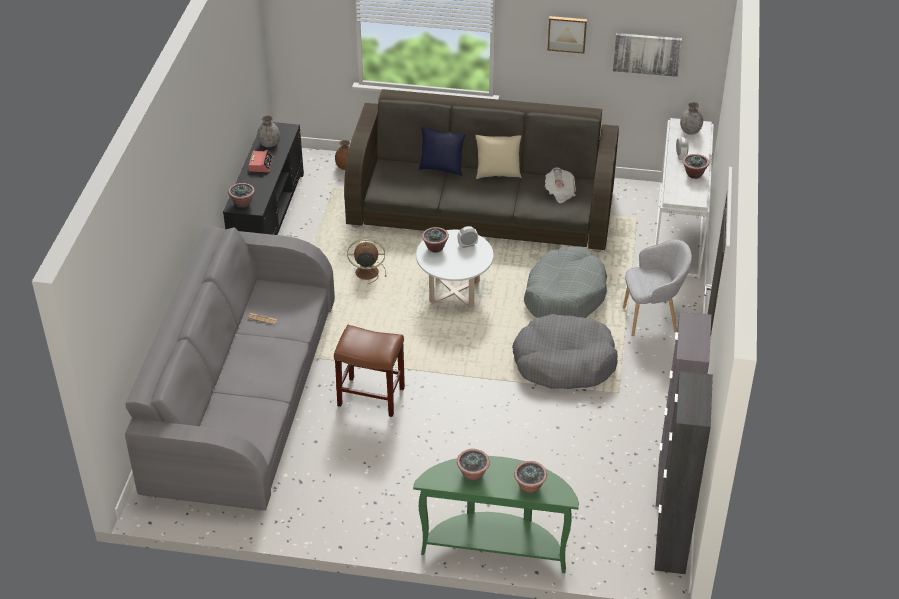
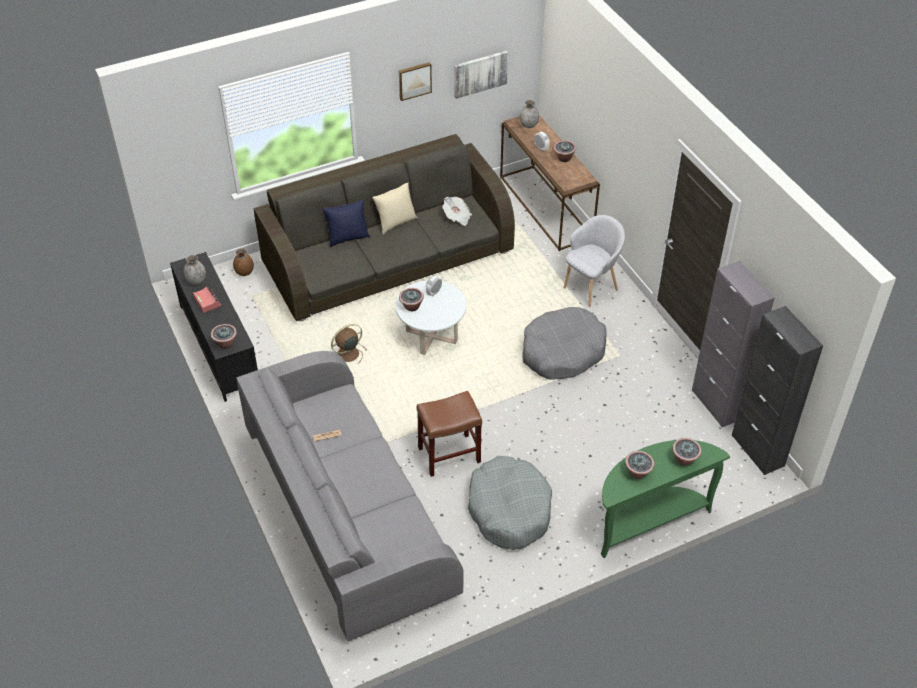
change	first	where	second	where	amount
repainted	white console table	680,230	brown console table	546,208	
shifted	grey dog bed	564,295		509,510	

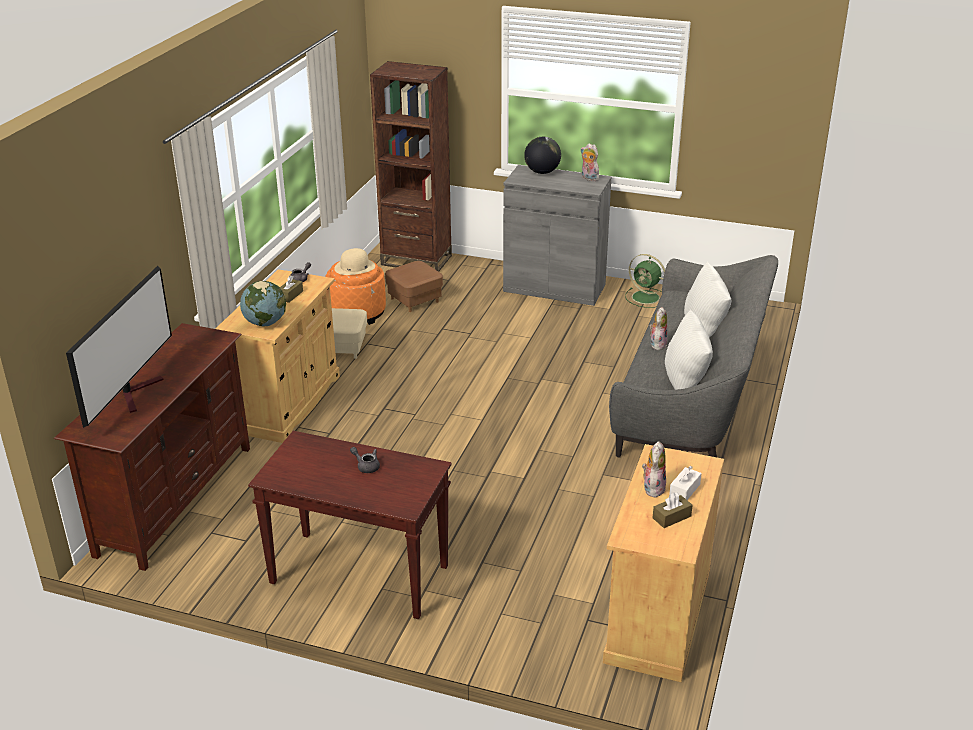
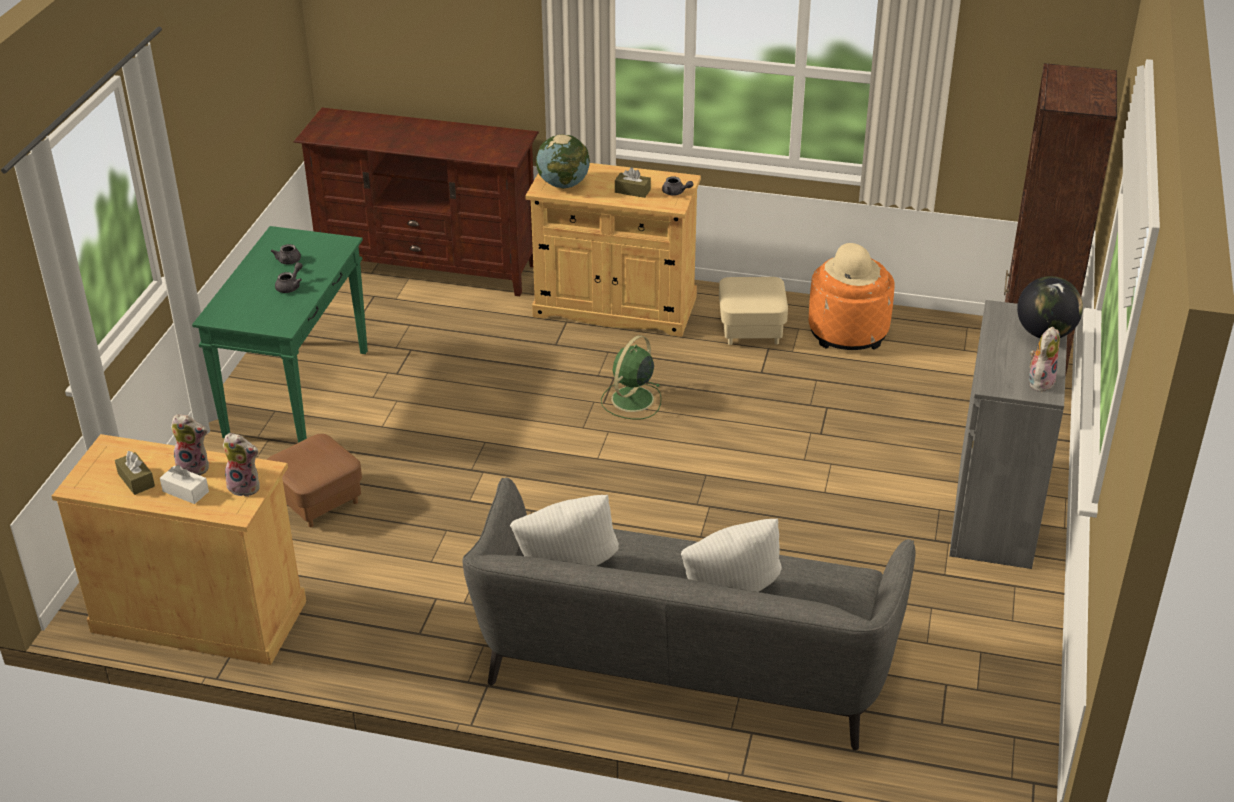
change	first	where	second	where	amount
shifted	green fan	647,298		631,400	
shifted	brown ottoman	414,300		318,501	
gone	television	137,392			
shifted	plush toy	657,344		246,486	
repainted	brown console table	357,575	green console table	297,393	
new			grey teapot	288,262	

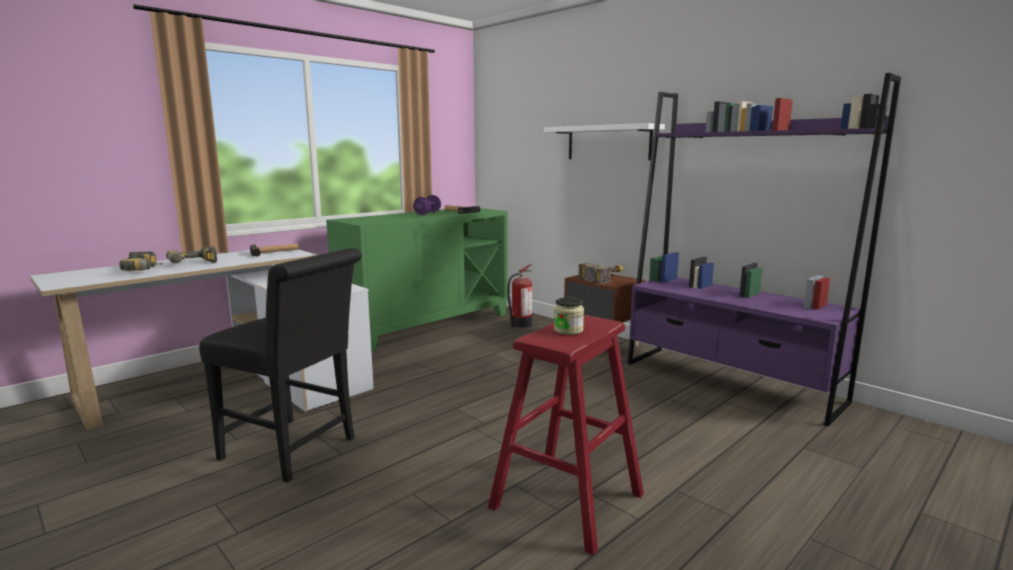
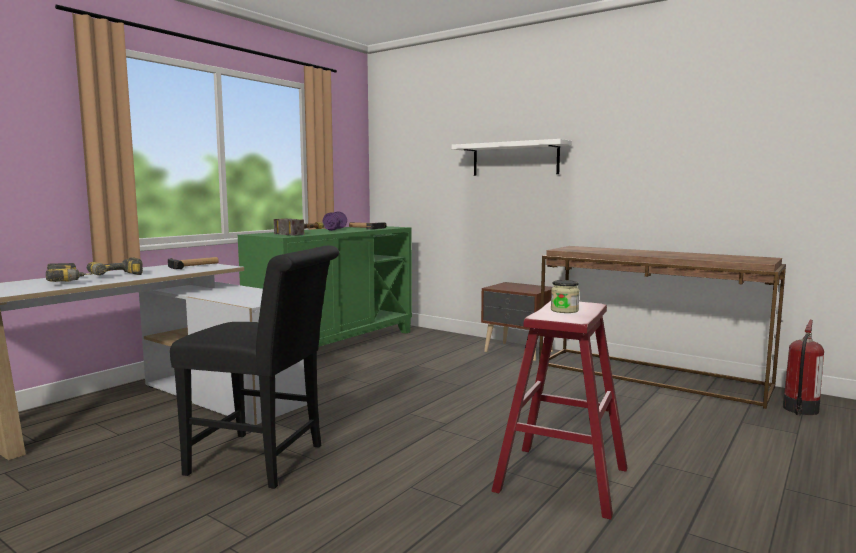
change	first	where	second	where	amount
swapped	purple bookcase	730,382	brown console table	651,376	
shifted	hammer	606,278		304,233	
shifted	fire extinguisher	520,324		800,410	

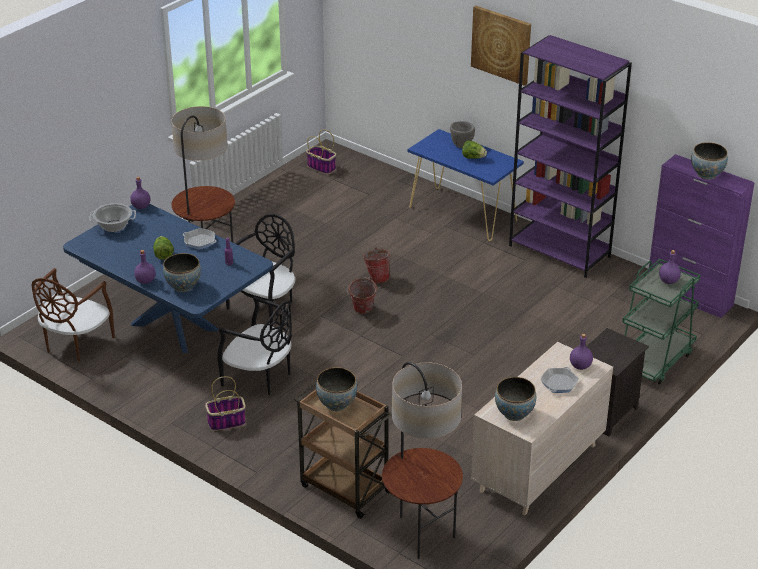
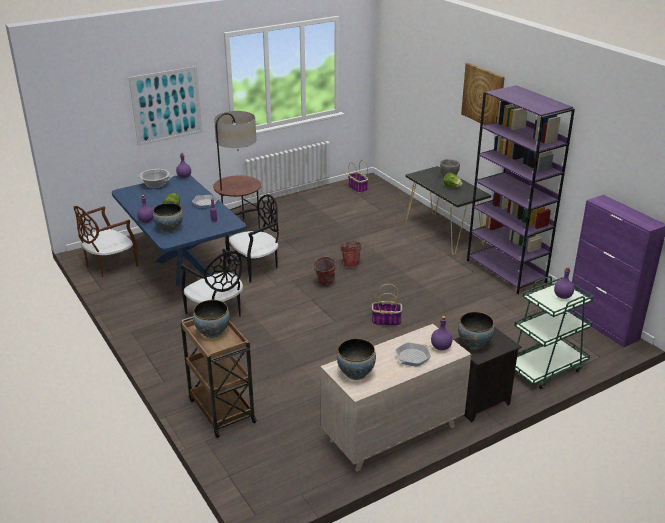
change	first	where	second	where	amount
repainted	blue console table	463,214	black console table	443,233	
shifted	bowl	706,174		474,343	
gone	floor lamp	421,534			
shifted	basket	226,422		385,321	
new			picture	166,105	

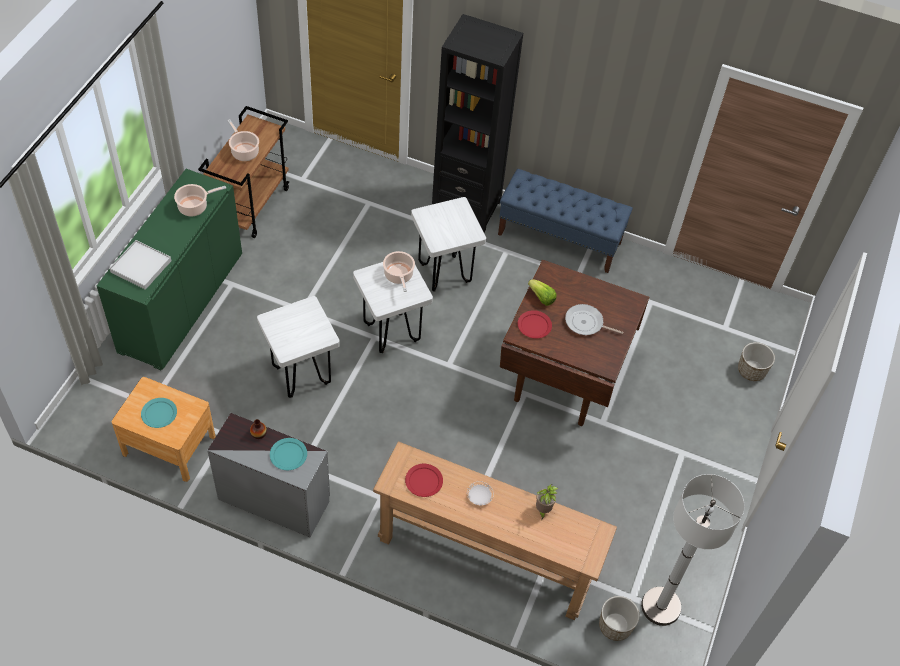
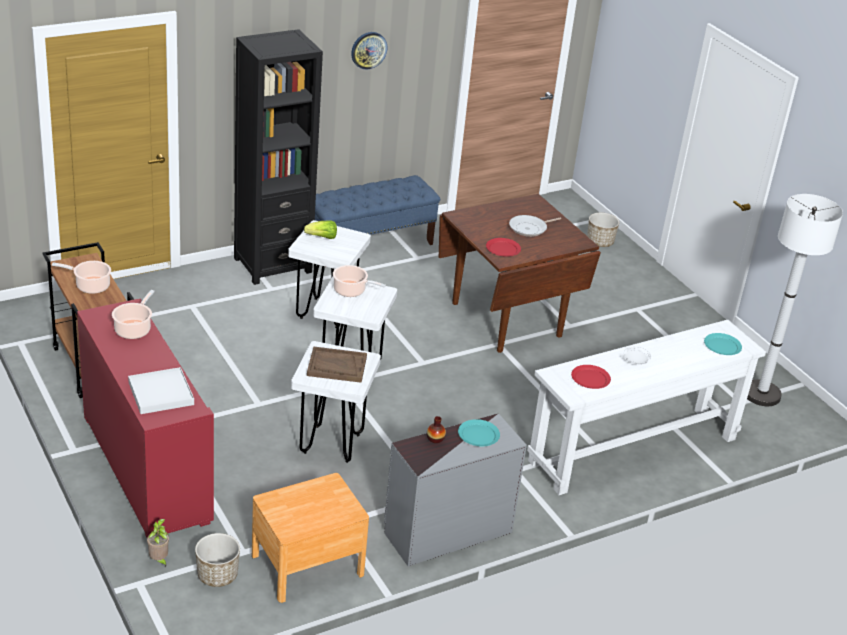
change	first	where	second	where	amount
repainted	green cabinet	181,302	red cabinet	146,468	
shifted	lettuce	541,298		322,237	
shifted	turquoise plate	159,414		722,346	
repainted	brown console table	485,557	white console table	633,449	
shifted	potted plant	542,510		159,560	
shifted	planter	615,625		217,575	
new			wall clock	368,50	
new			brown tray	336,366	

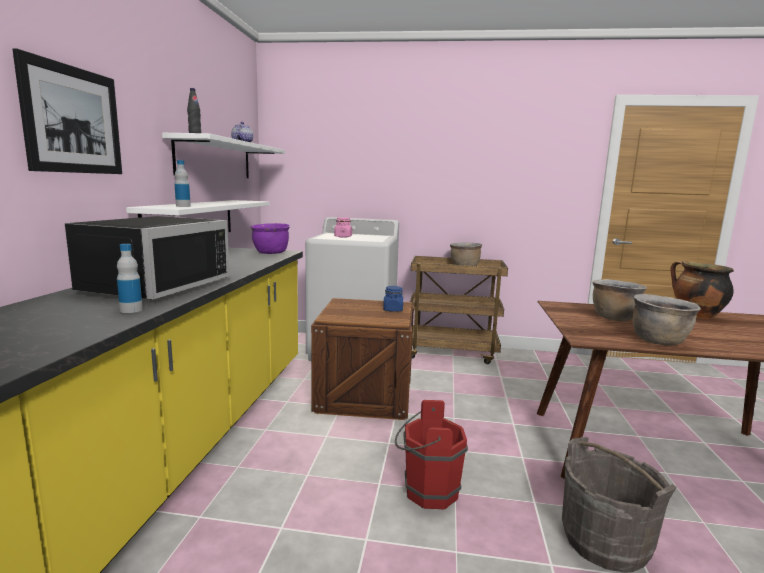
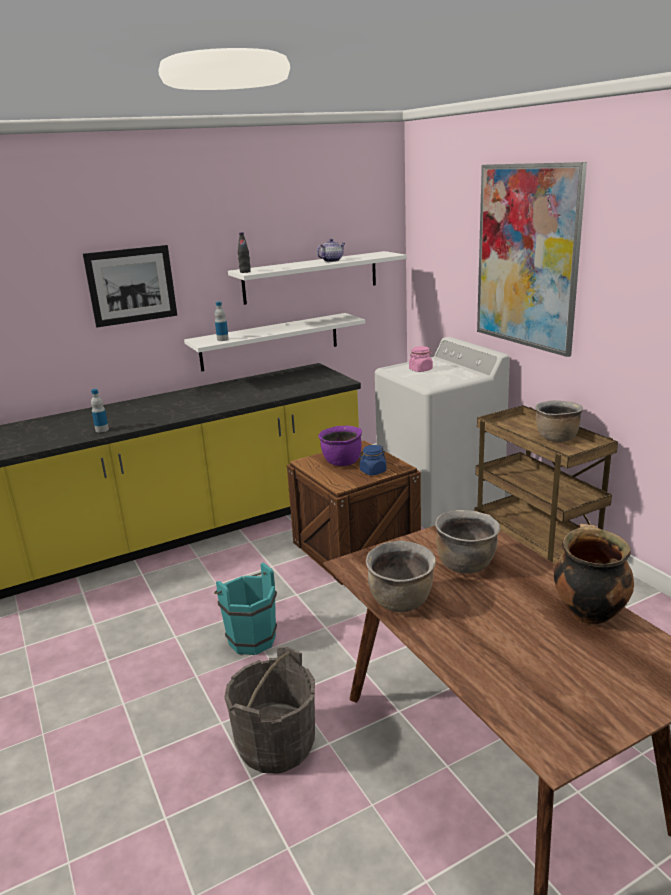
change	first	where	second	where	amount
gone	black microwave	150,286			
shifted	purple cooking pot	271,253		342,462	
repainted	red bucket	426,491	turquoise bucket	250,637	
new			picture	526,257	

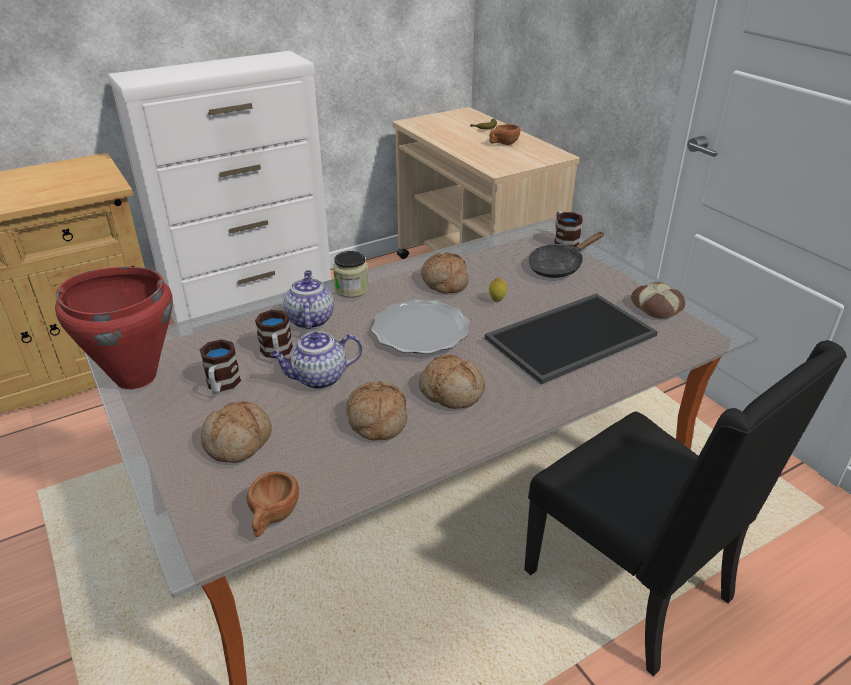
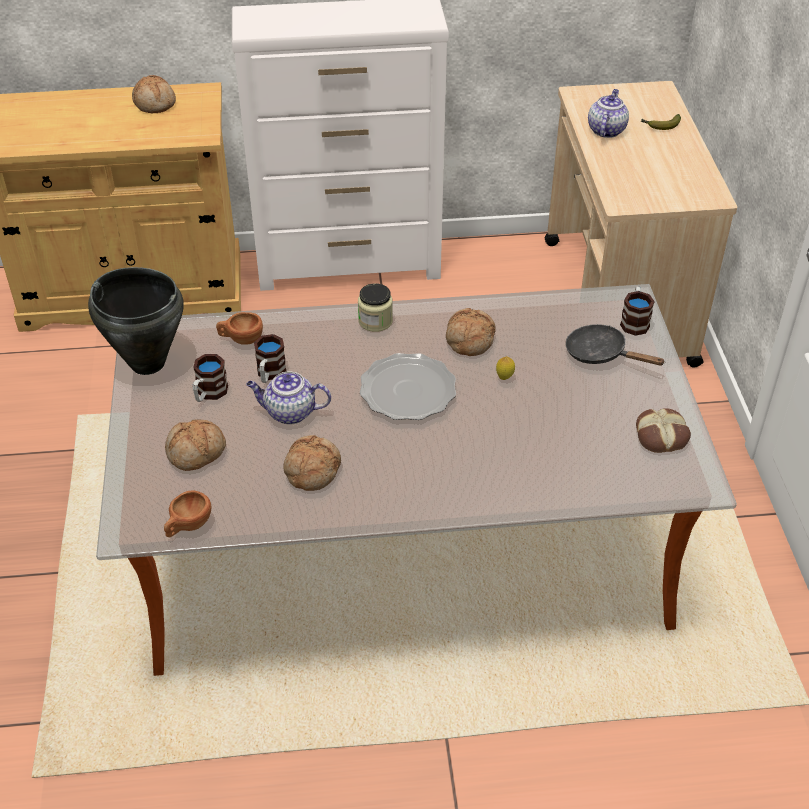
change	first	where	second	where	amount
shifted	brown cup	503,144		241,339	
rotated	black frying pan	559,266		601,354	45 degrees clockwise
repainted	red cooking pot	135,377	black cooking pot	147,362	
shifted	teapot	309,319		606,130	
gone	tray	570,335			
gone	black chair	633,586			
shifted	bread	452,391		155,103	

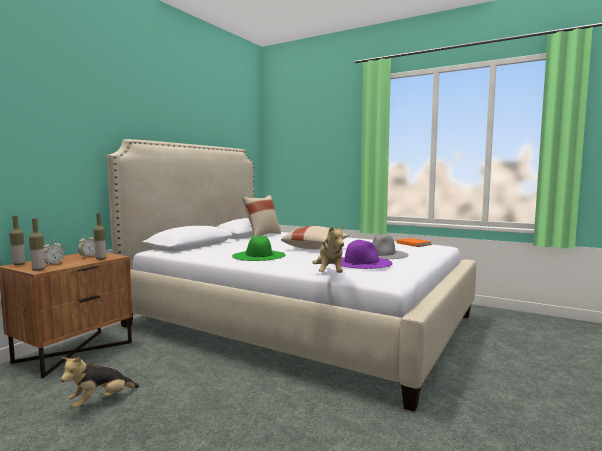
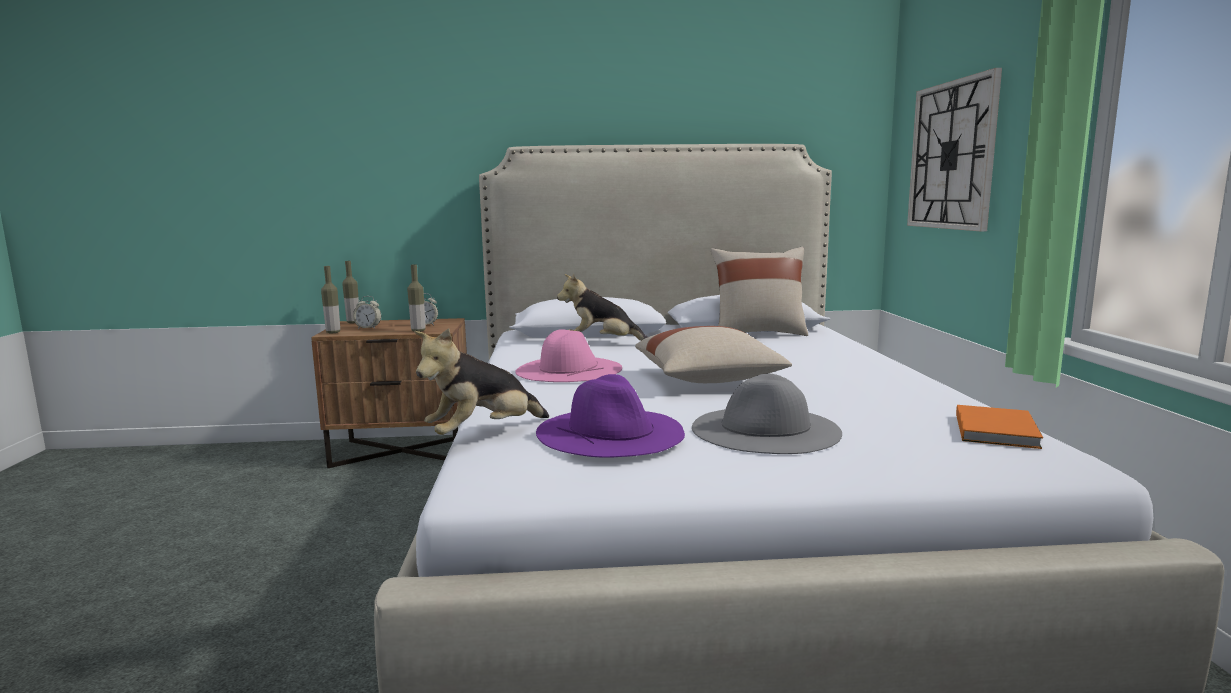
change	first	where	second	where	amount
repainted	green hat	258,255	pink hat	569,369	
shifted	plush toy	100,402		603,343	
new			wall clock	952,155	

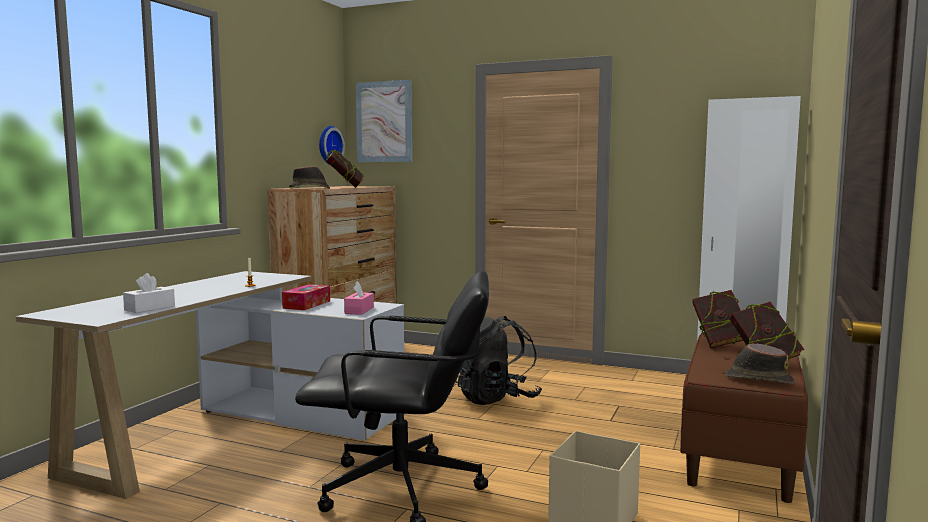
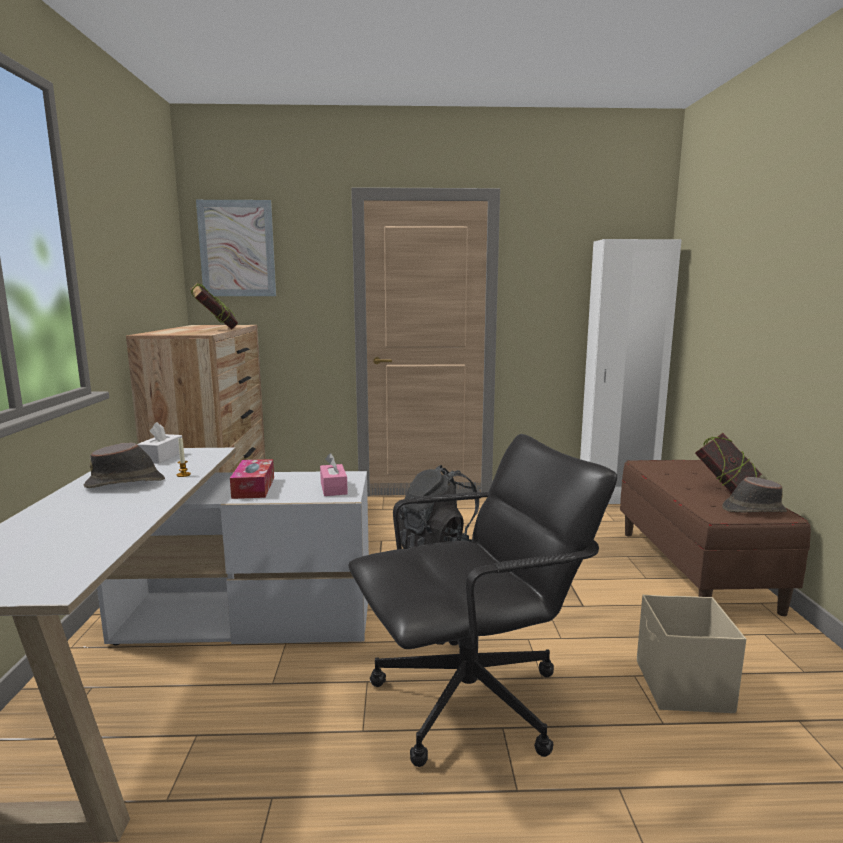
change	first	where	second	where	amount
gone	wall clock	328,145			
shifted	brown hat	310,188		126,483	
shifted	white tissue box	150,308		161,457	
gone	book	719,344			

